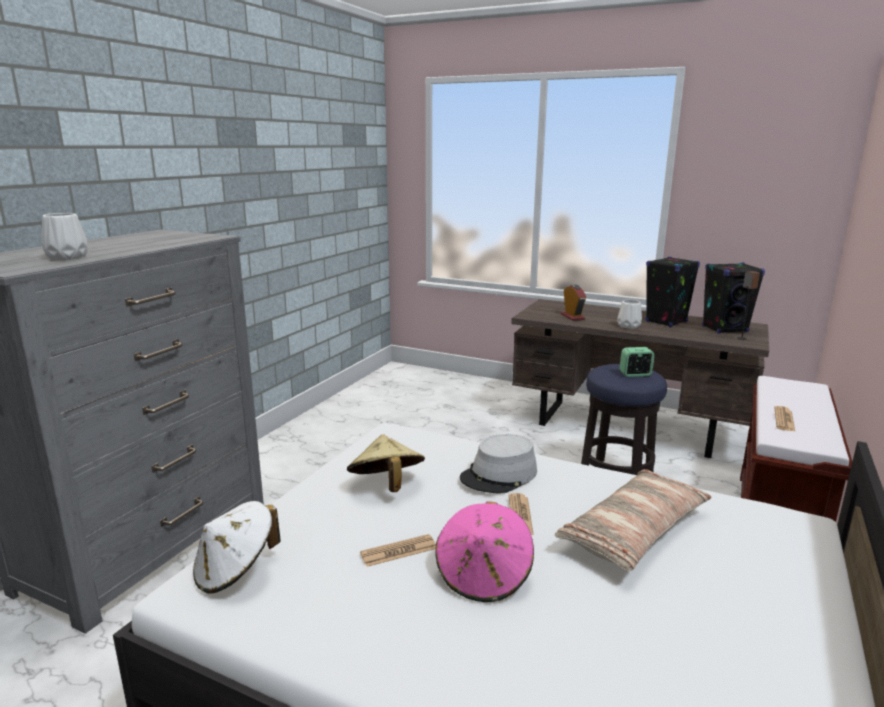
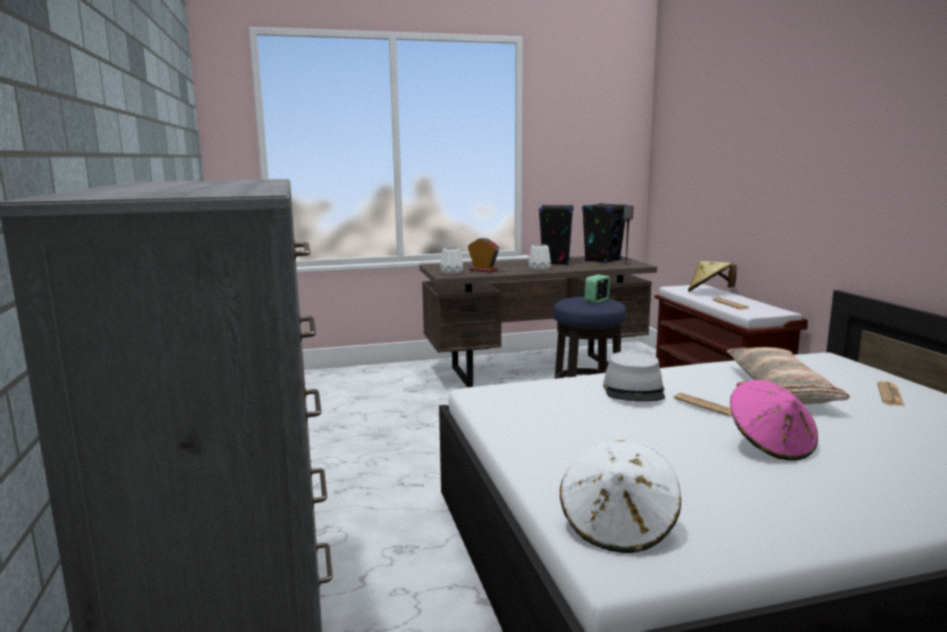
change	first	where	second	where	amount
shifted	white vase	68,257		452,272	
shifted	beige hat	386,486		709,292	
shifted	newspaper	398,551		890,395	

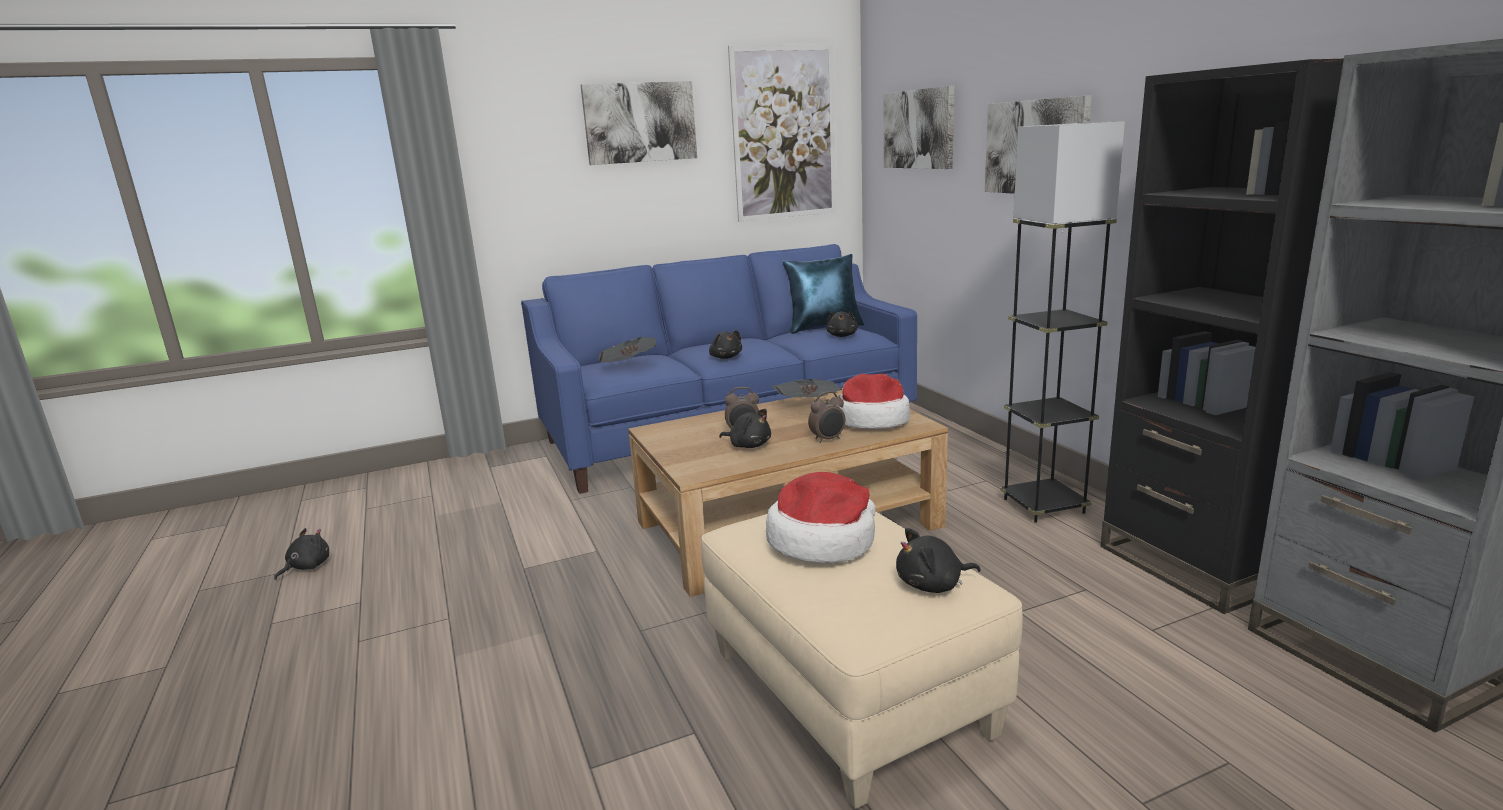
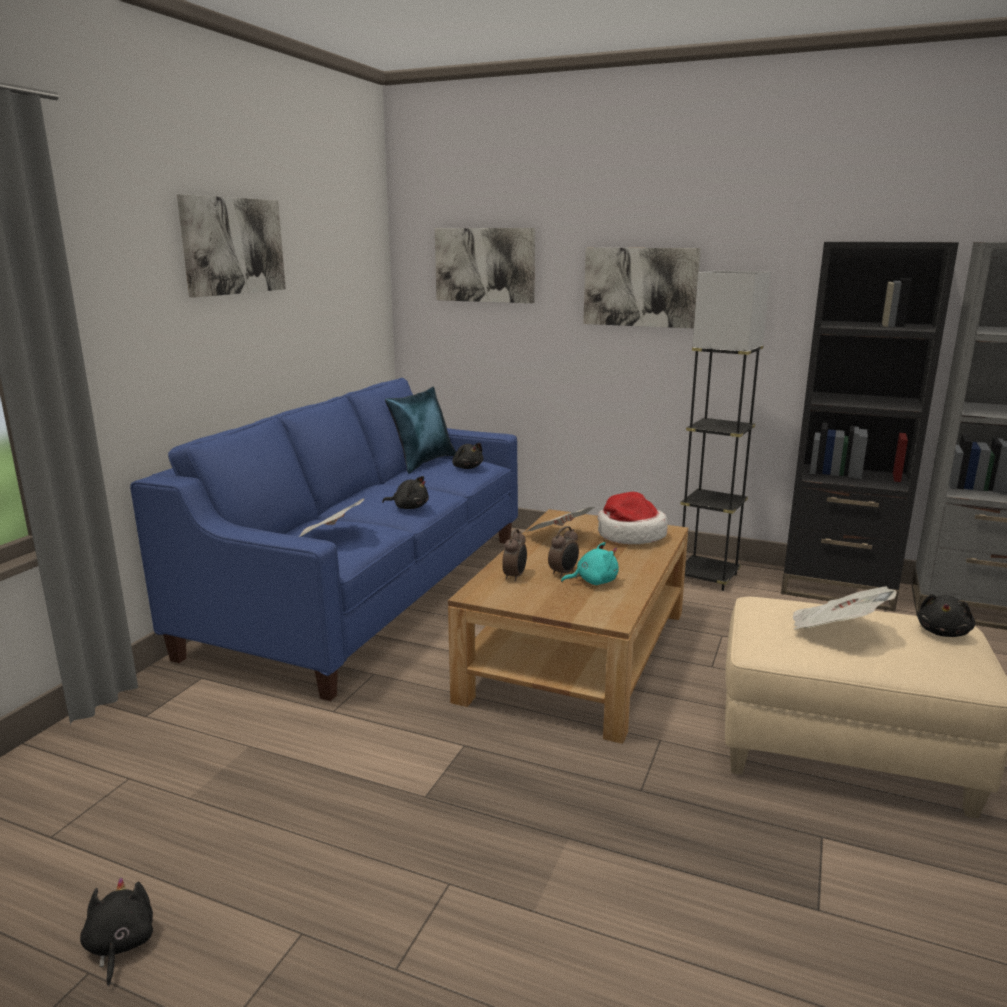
change	first	where	second	where	amount
gone	picture	784,133			
shifted	alarm clock	828,440		515,576	
repainted	black plush toy	748,445	turquoise plush toy	593,582	
swapped	hat	823,541	newspaper	835,630	

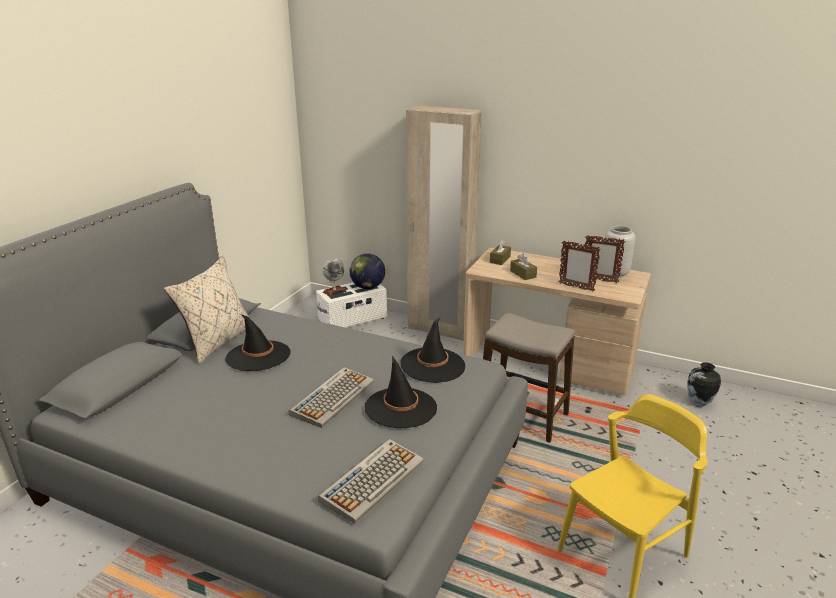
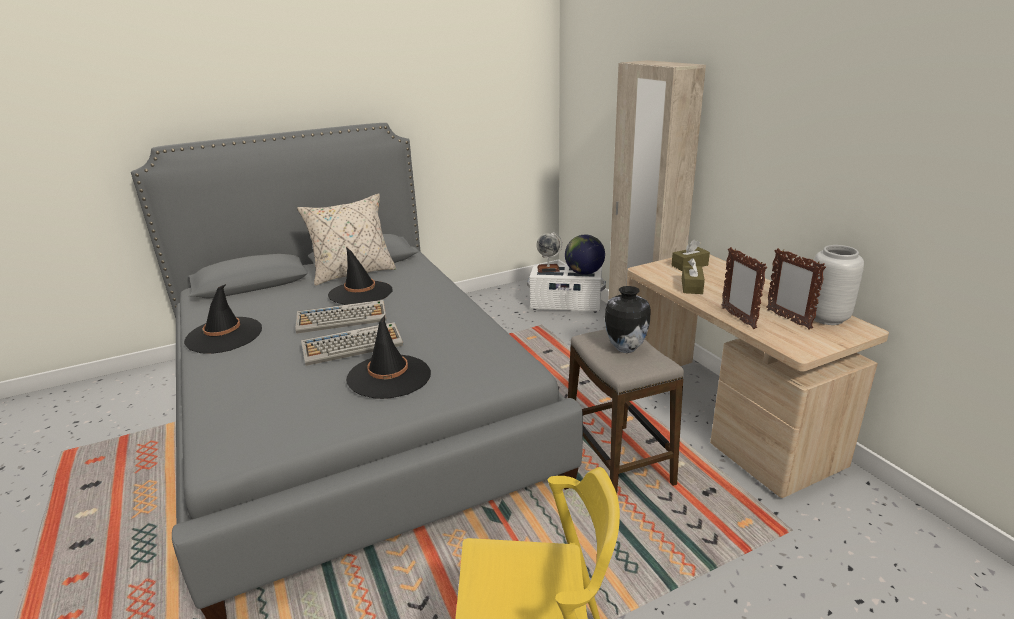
change	first	where	second	where	amount
shifted	black hat	432,365		224,335	
shifted	vase	698,403		625,348	
shifted	keyboard	373,480		342,318	

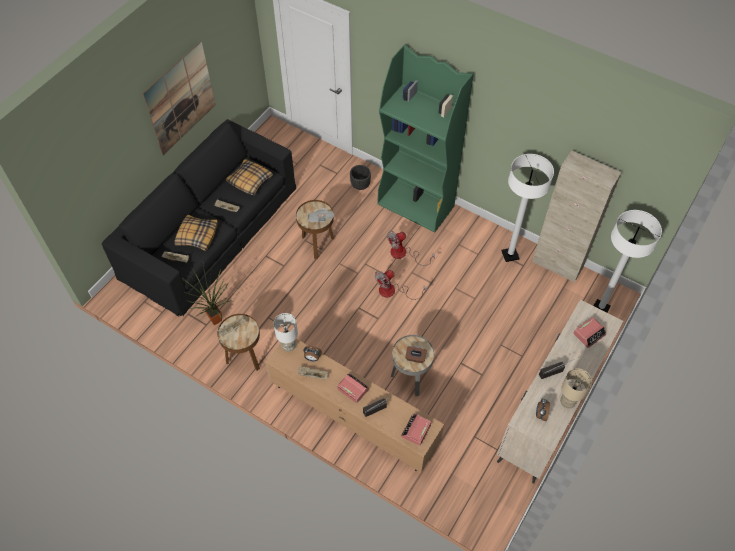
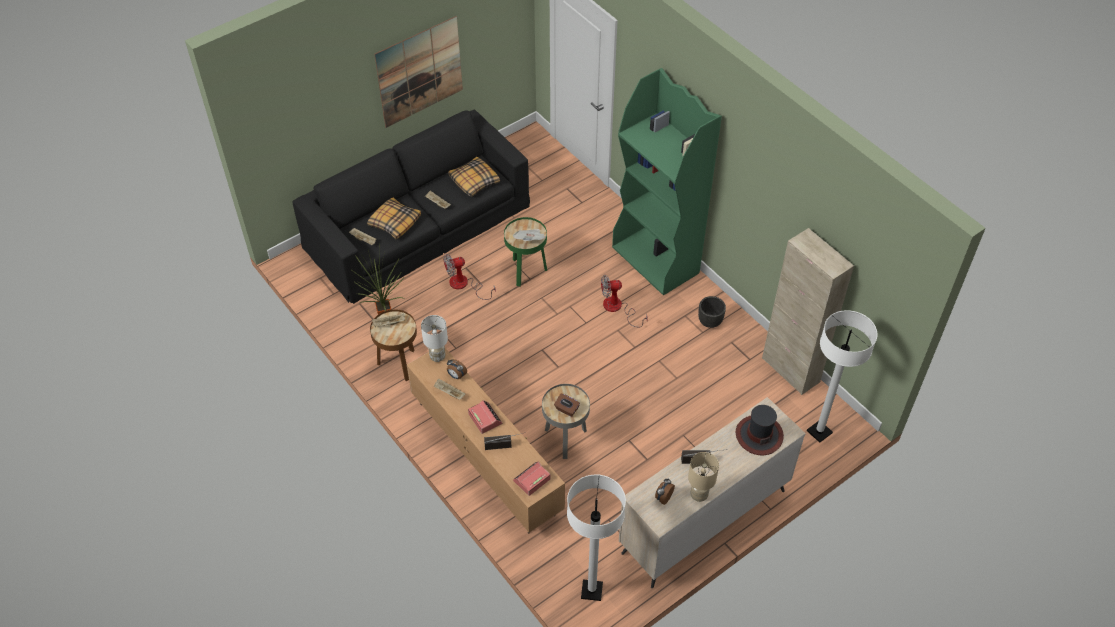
change	first	where	second	where	amount
shifted	white floor lamp	510,255		591,590	
shifted	black planter	360,186		710,322	
repainted	brown side table	317,244	green side table	526,271	
shifted	fan	393,291		464,285	
swapped	alarm clock	589,334	hat	759,435	

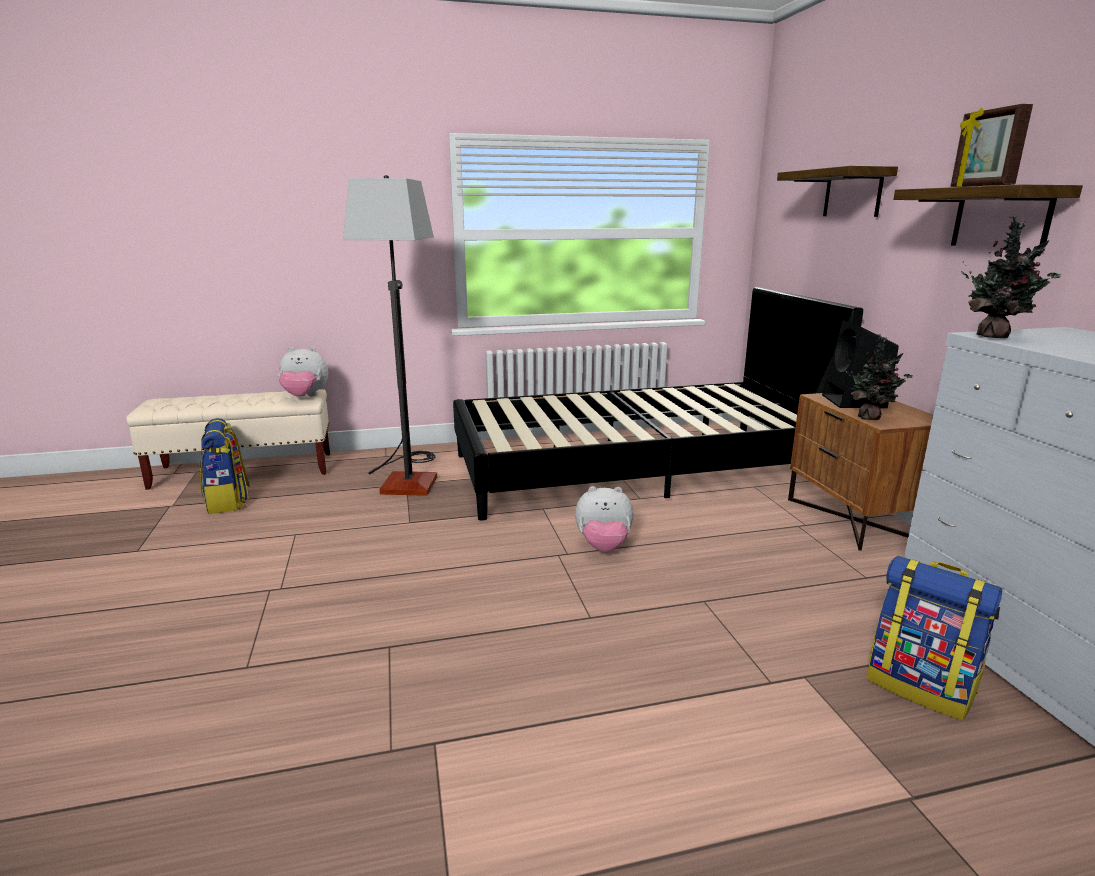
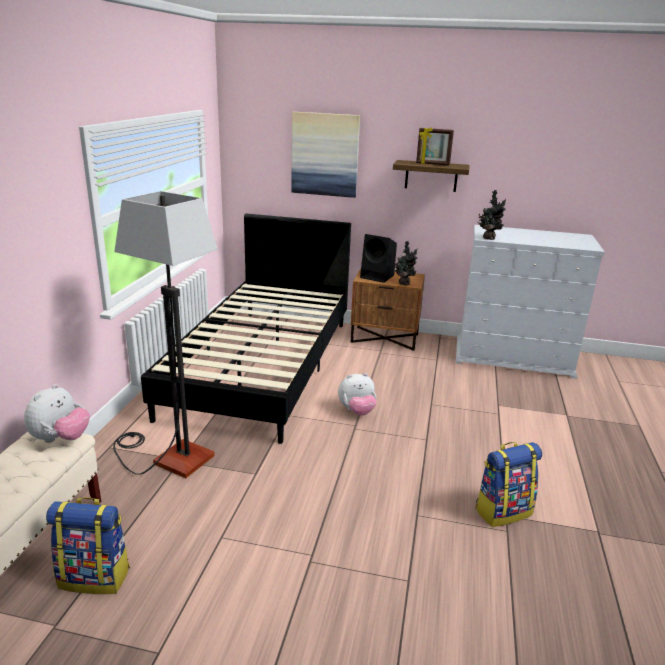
change	first	where	second	where	amount
swapped	shelf	852,193	picture	325,154	
rotated	plush toy	603,547		357,411	45 degrees clockwise
shifted	backpack	920,686		503,511	

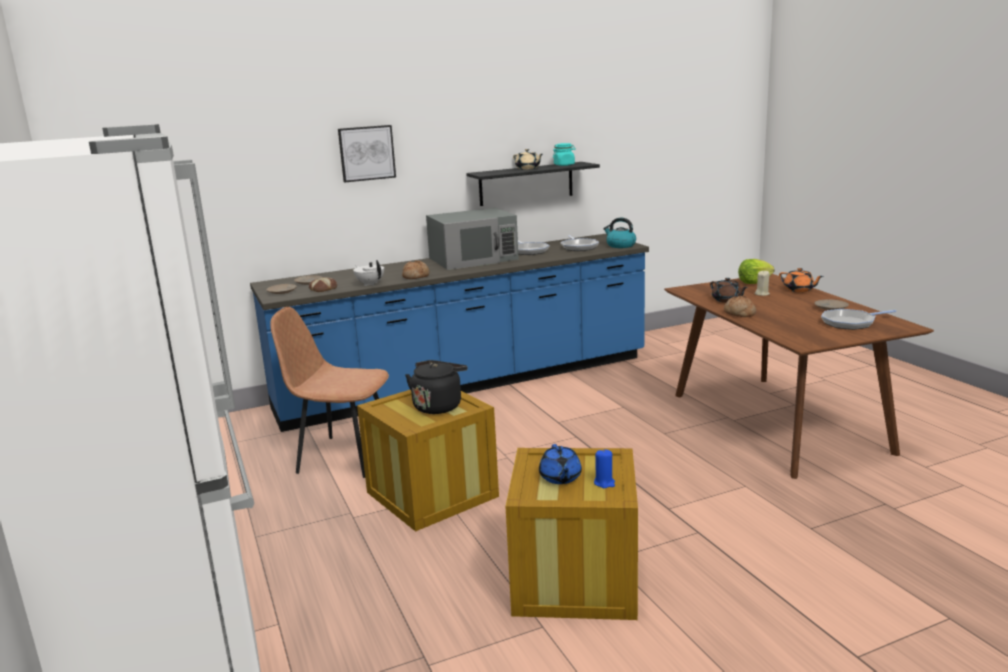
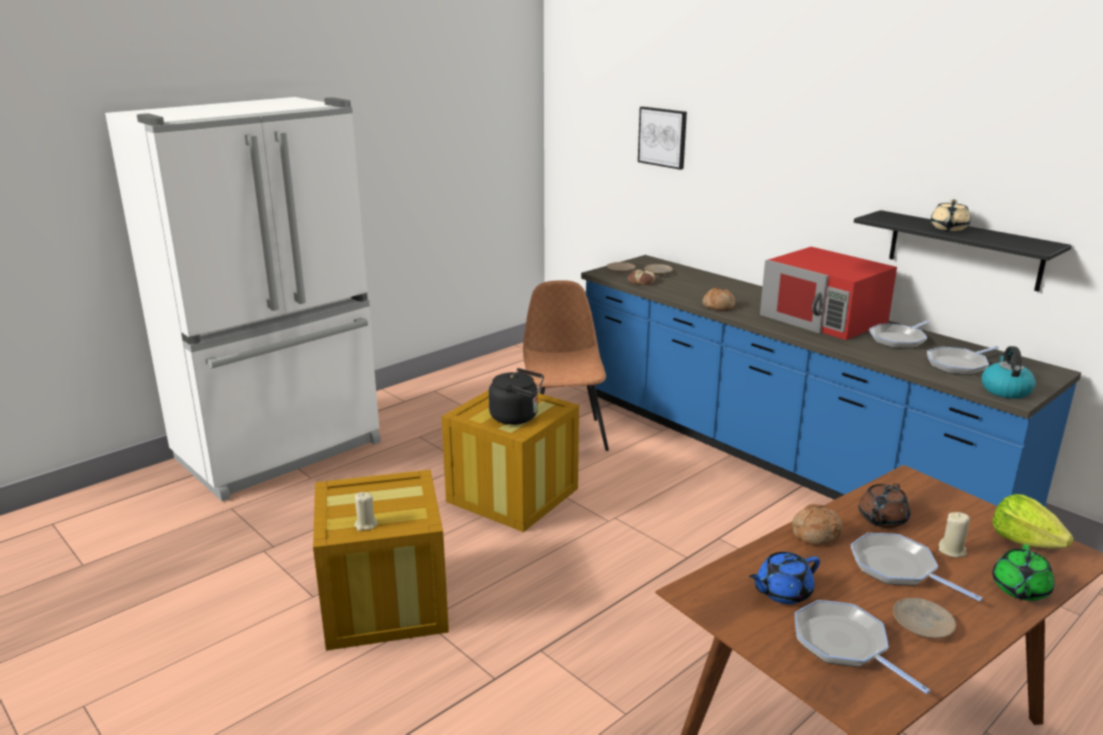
change	first	where	second	where	amount
shifted	picture	366,153		663,137	
gone	turquoise jar	564,165			
repainted	grey microwave	474,259	red microwave	824,318	
gone	white teapot	370,284			
repainted	orange teapot	799,290	green teapot	1019,589	
shifted	blue teapot	560,478		782,592	
repainted	blue candle	604,483	beige candle	365,525	
new			frying pan	897,568	

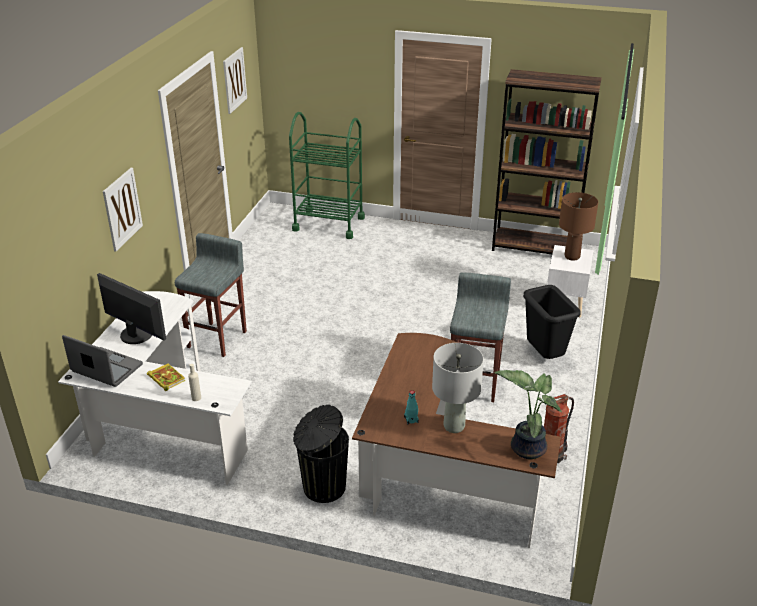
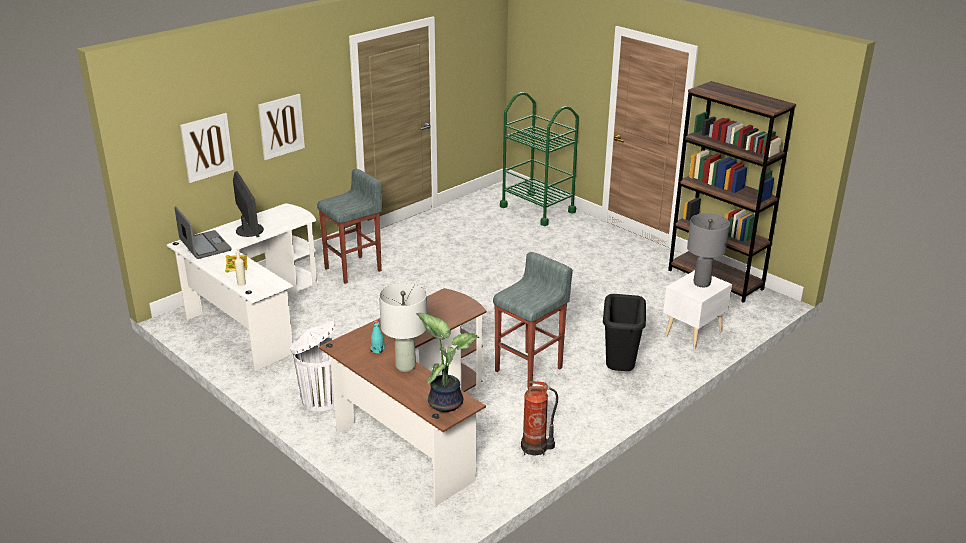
change	first	where	second	where	amount
shifted	picture	234,80		207,147	
repainted	brown table lamp	572,256	grey table lamp	702,283	
repainted	black trash can	322,487	white trash can	320,399	

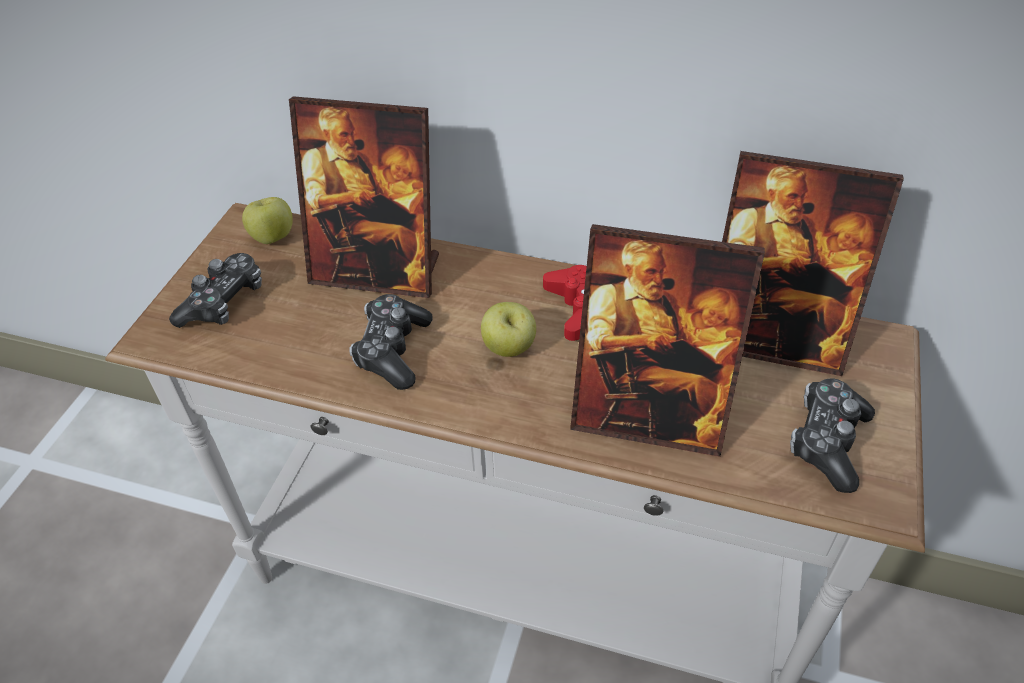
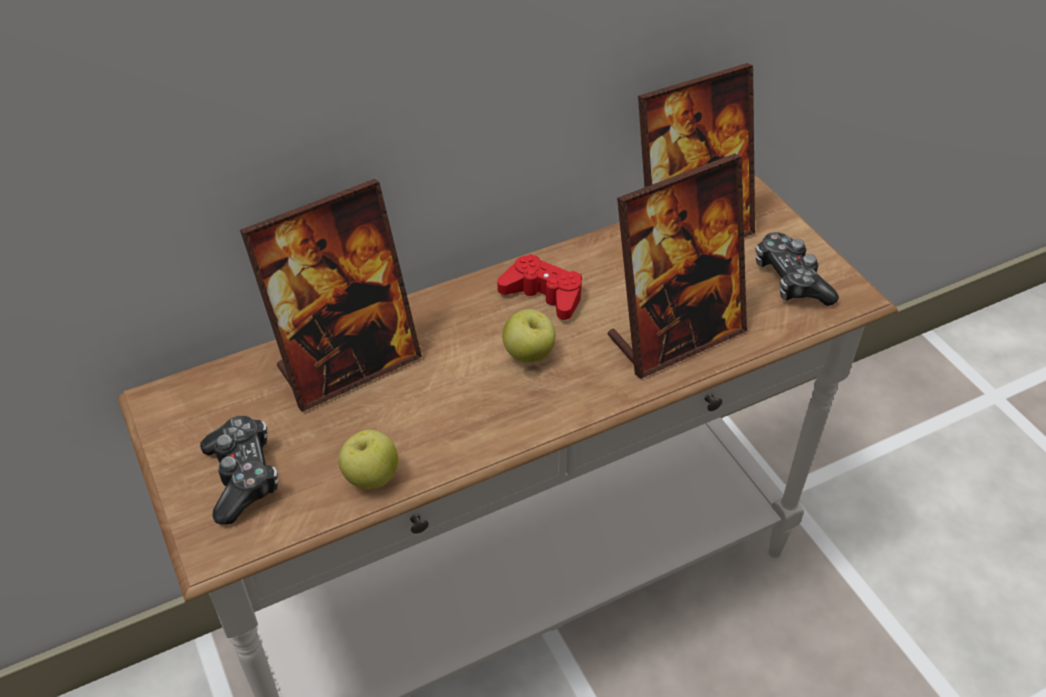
change	first	where	second	where	amount
shifted	apple	273,238		371,477	
gone	game controller	393,350			

